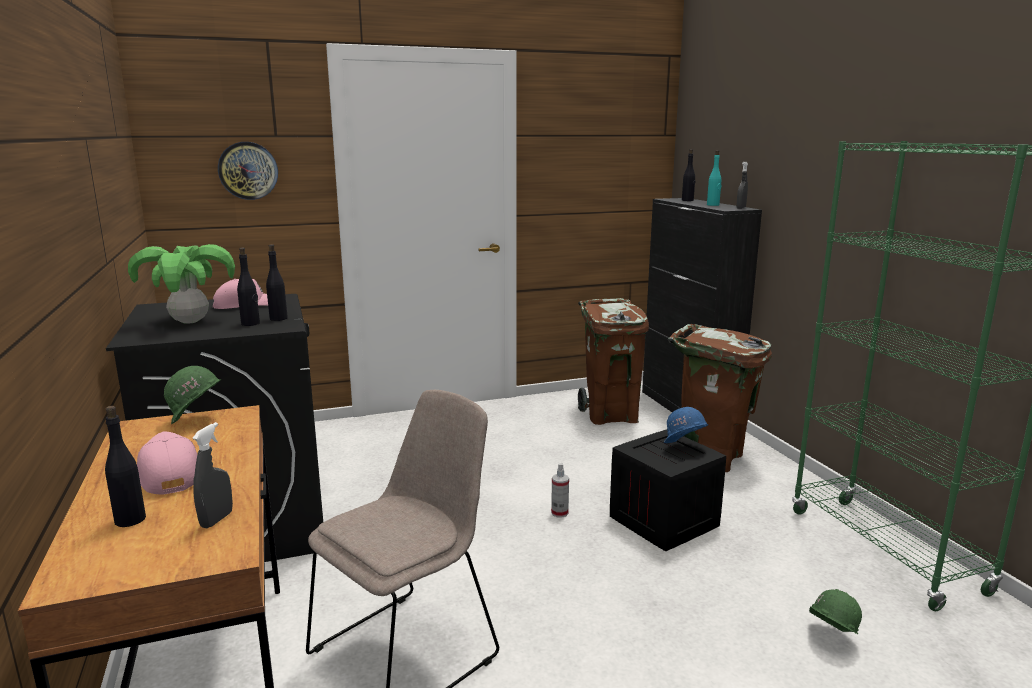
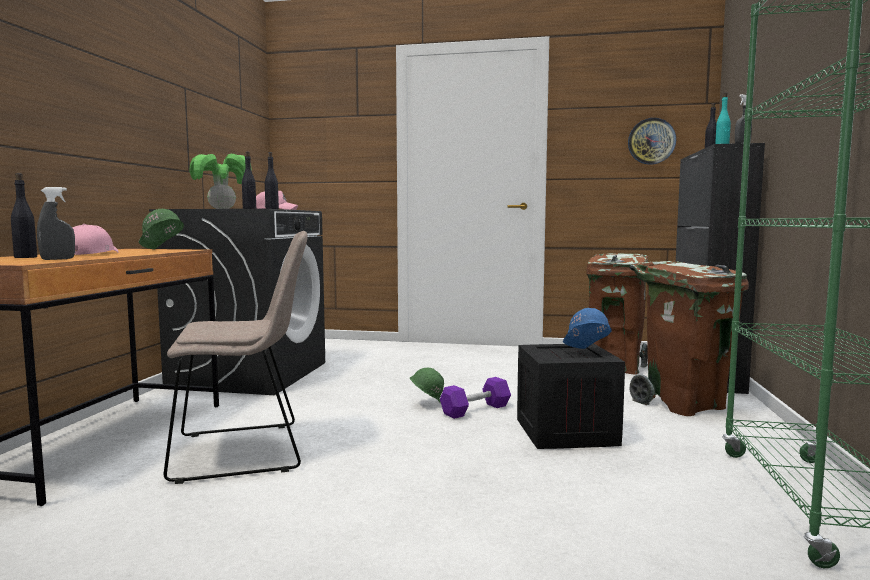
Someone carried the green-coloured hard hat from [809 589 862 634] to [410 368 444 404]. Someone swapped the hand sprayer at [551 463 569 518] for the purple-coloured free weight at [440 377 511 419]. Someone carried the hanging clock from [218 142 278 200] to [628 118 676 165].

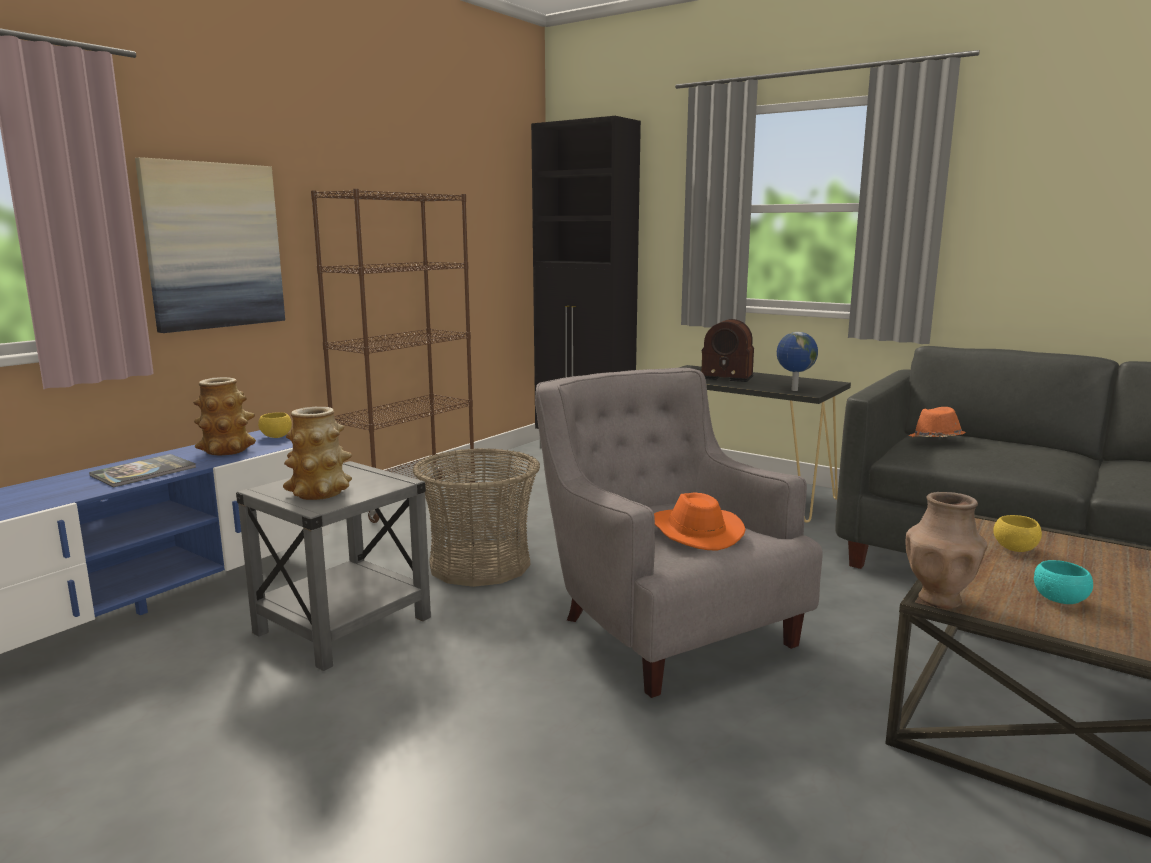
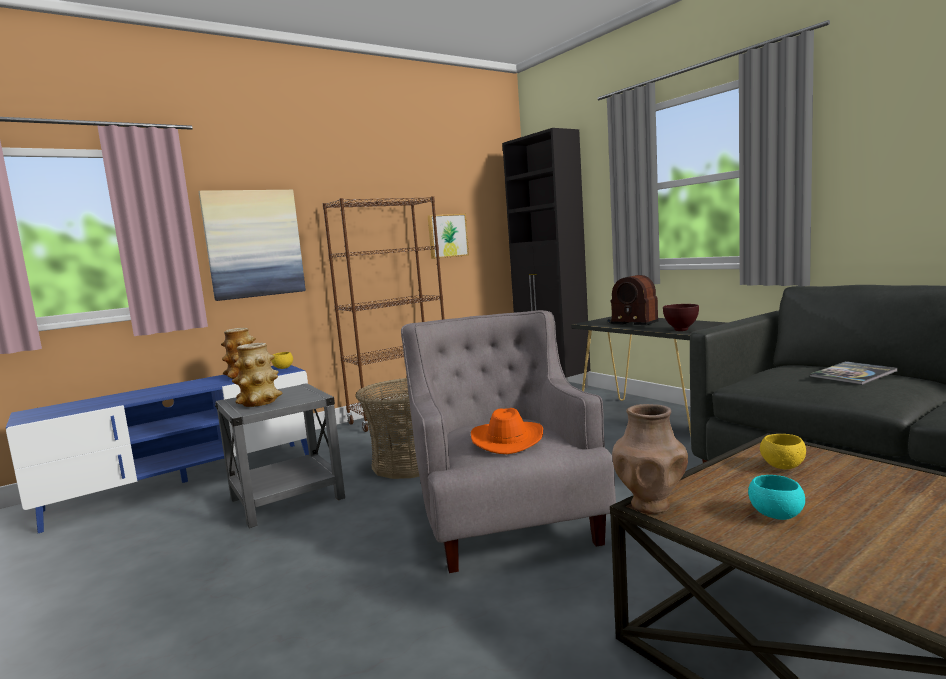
Someone put up the wall picture at [428 214 469 259]. Someone swapped the world globe at [777 332 818 391] for the brownish serving bowl at [663 304 699 331]. Someone carried the bound book from [89 454 196 487] to [810 361 897 385]. Someone took away the orange-coloured clothing hat at [909 407 966 437].

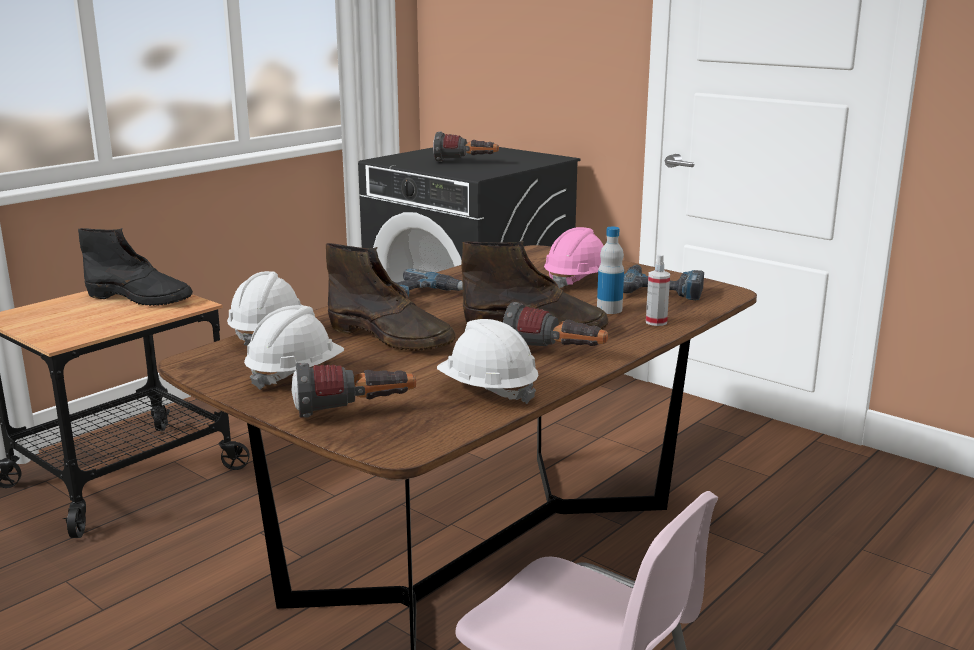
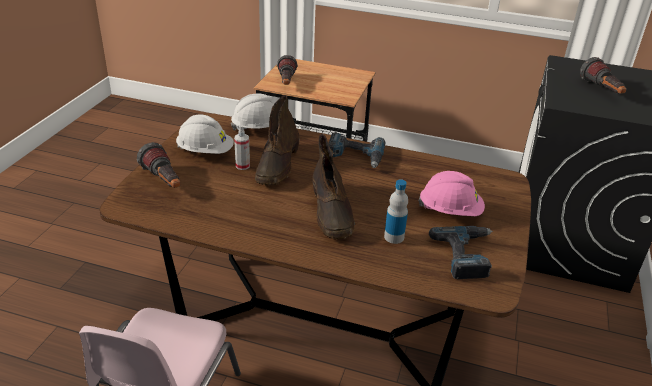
Someone carried the hand sprayer from [646 255 670 326] to [234 125 250 170]. Someone carried the flashlight from [503 302 608 346] to [277 55 298 85]. Someone took away the black tall boot at [78 228 193 306]. Someone took away the white hard hat at [437 319 539 404].

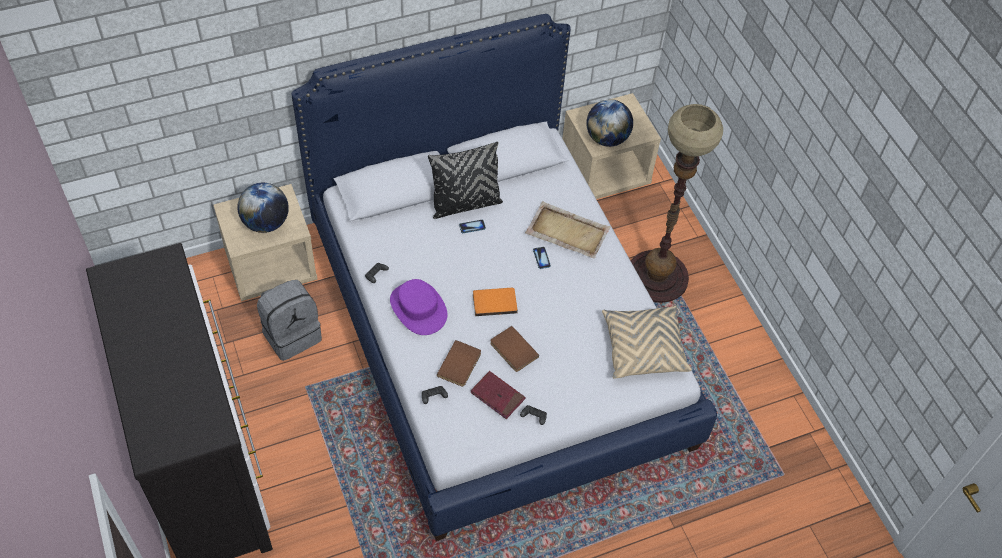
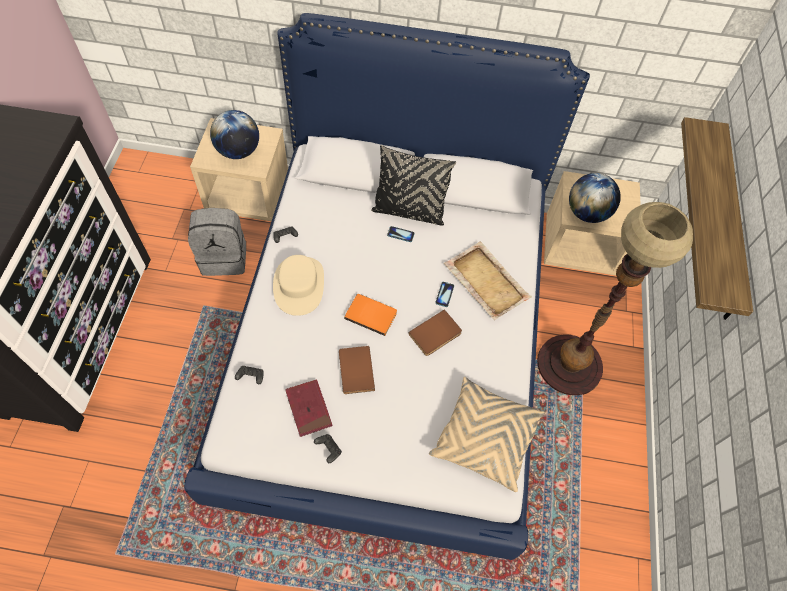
Someone repainted the purple-coloured clothing hat at [390 279 447 335], which became the beige-coloured clothing hat at [273 255 324 316]. Someone carried the brownish bound book from [437 340 481 387] to [408 309 462 356]. Someone put up the shelf at [681 117 753 320].

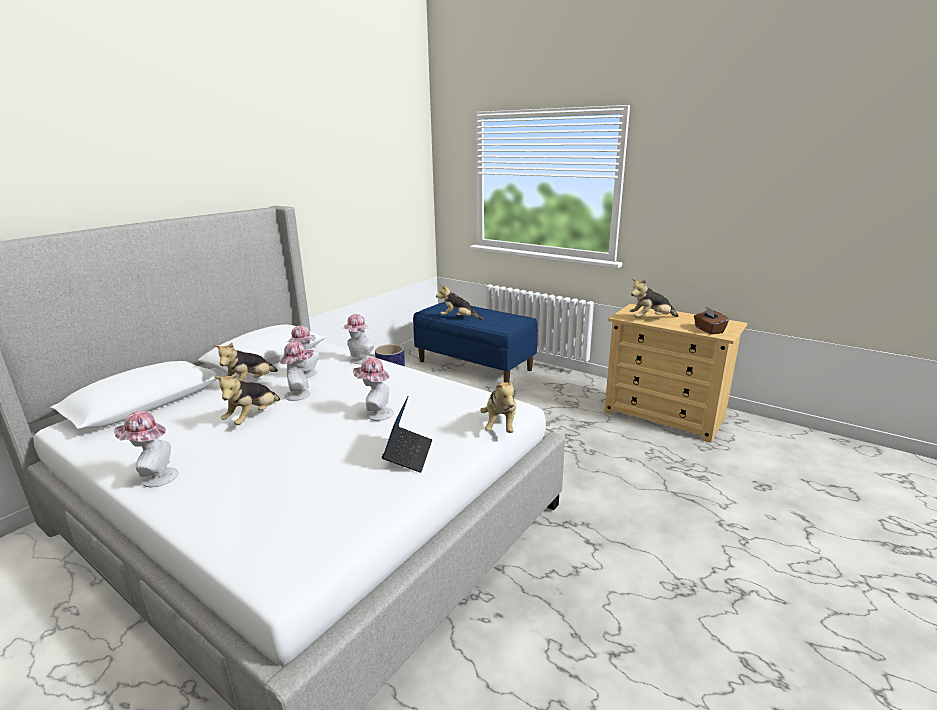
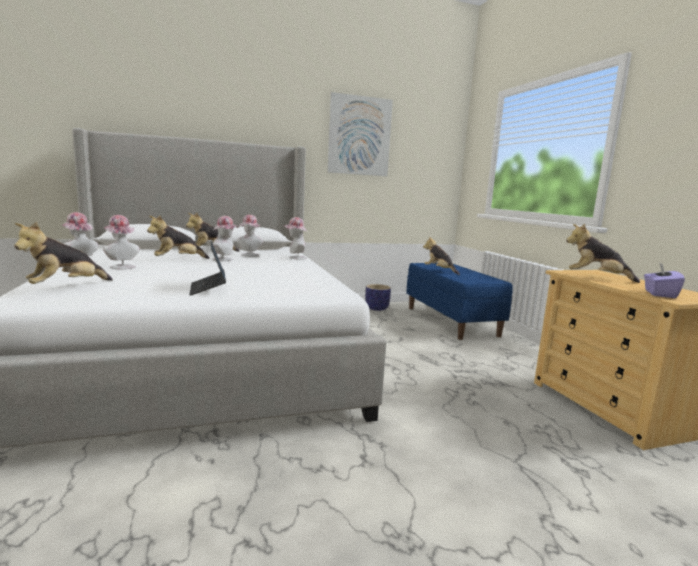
Someone carried the cuddly toy from [480 378 516 433] to [14 222 113 284]. Someone carried the clothing hat from [353 357 394 421] to [103 215 140 270]. Someone rotated the notebook computer at [382 396 432 473] by 120 degrees clockwise. Someone put up the wall picture at [327 92 393 176]. Someone repainted the brownish tissue box at [694 307 729 334], which became the purple-coloured tissue box at [644 262 685 298].

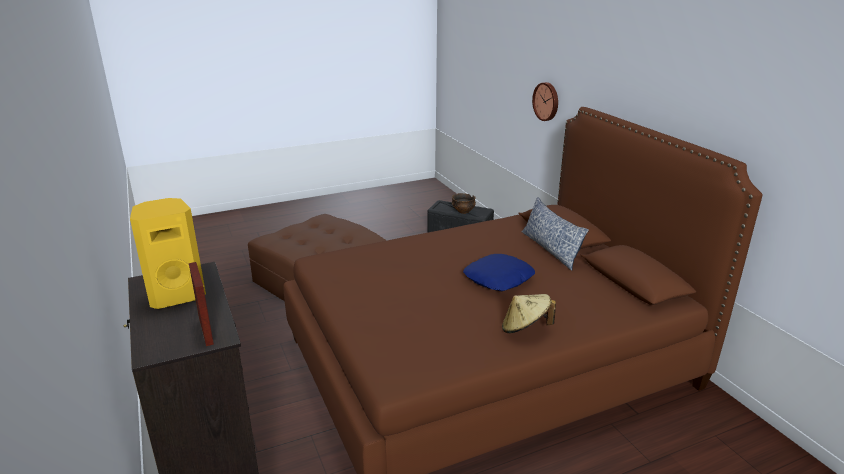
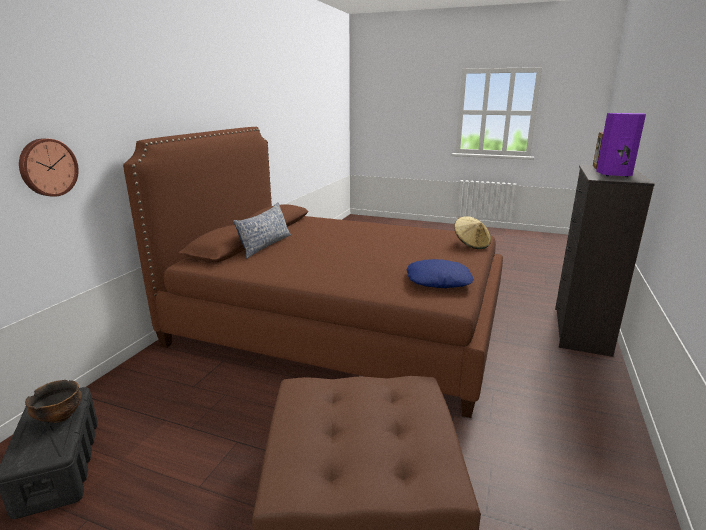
Someone carried the blue-coloured cushion from [463 254 535 291] to [406 259 474 288]. Someone carried the beige-coloured clothing hat from [502 294 556 333] to [454 216 491 249]. Someone repainted the yellowish speaker at [130 198 206 309], which became the purple-coloured speaker at [596 113 646 177].

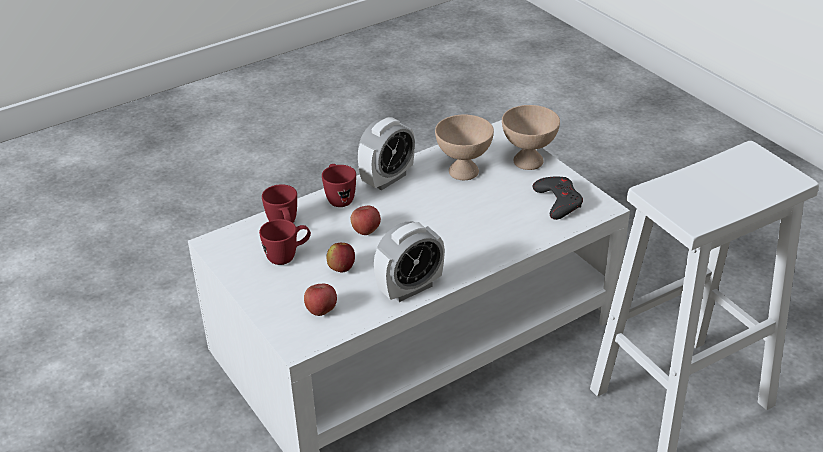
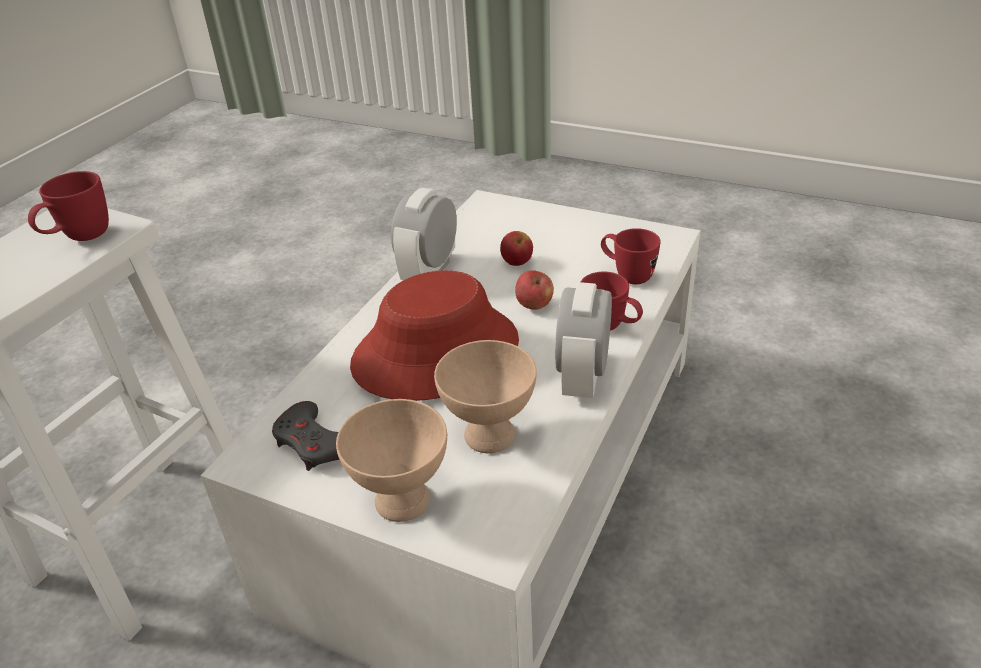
Someone carried the red-coloured coffee mug from [259 219 311 265] to [28 171 109 241]. Someone put down the red-coloured clothing hat at [350 270 519 401]. Someone took away the apple fruit at [304 284 337 316].

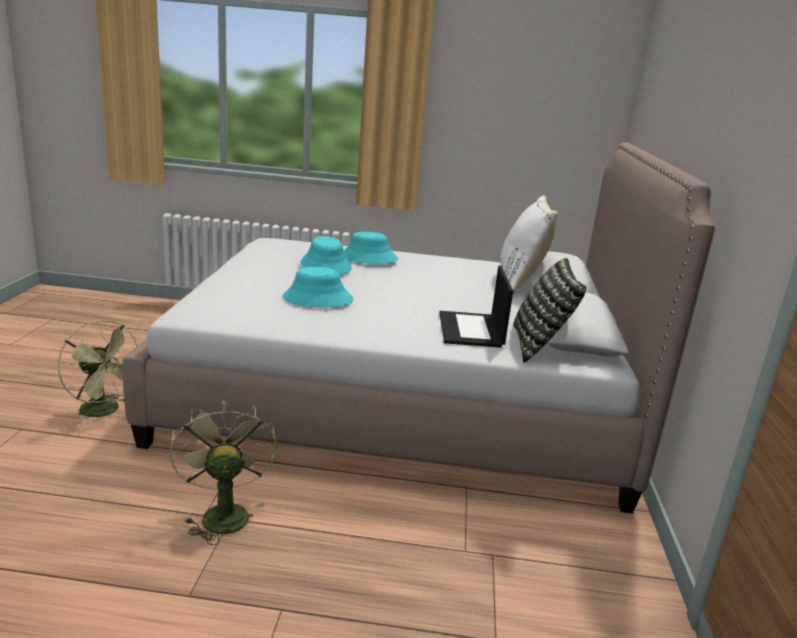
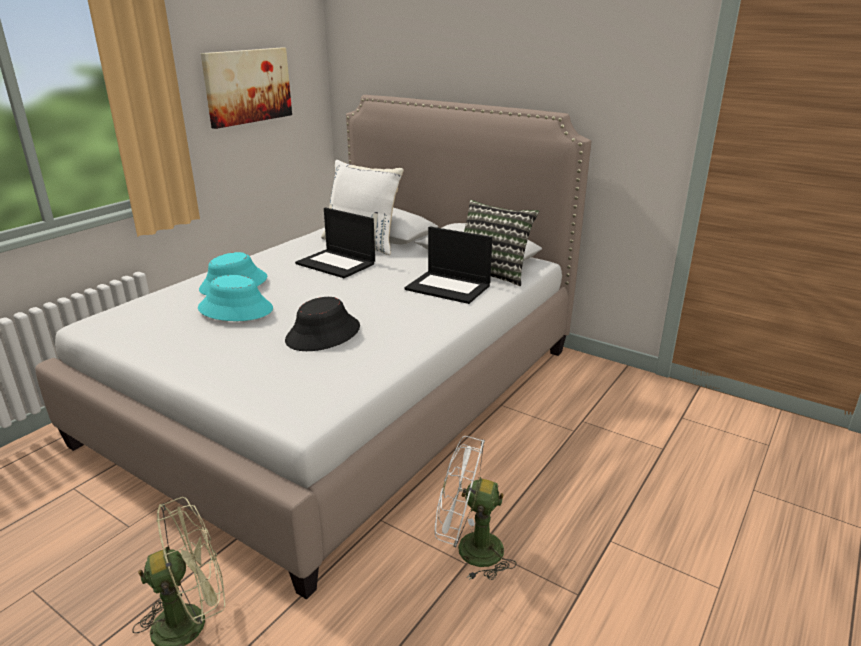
Someone put up the wall picture at [201 48 292 129]. Someone repainted the turquoise clothing hat at [282 267 353 307], which became the black clothing hat at [285 297 360 351]. Someone put down the notebook computer at [295 207 375 278]. Someone repainted the green-coloured fan at [170 400 277 545], which became the white fan at [435 436 517 580].

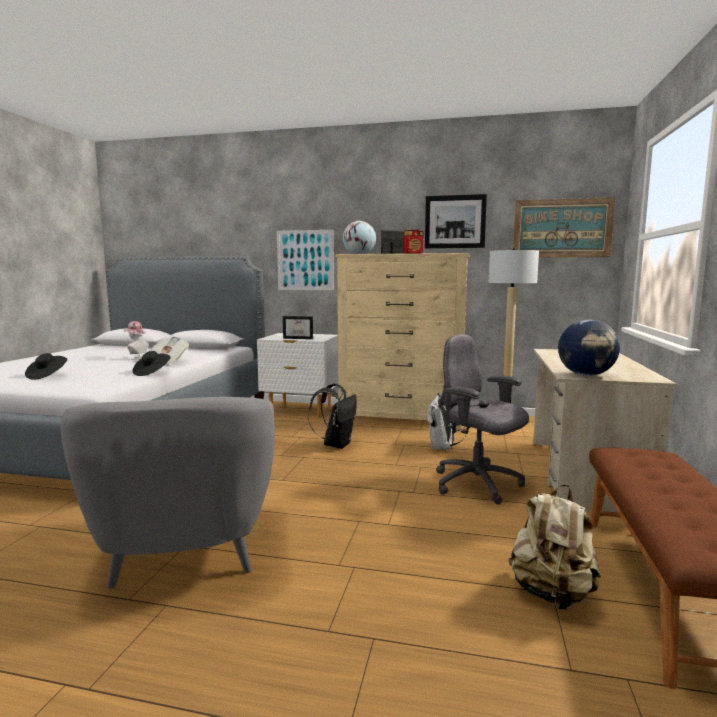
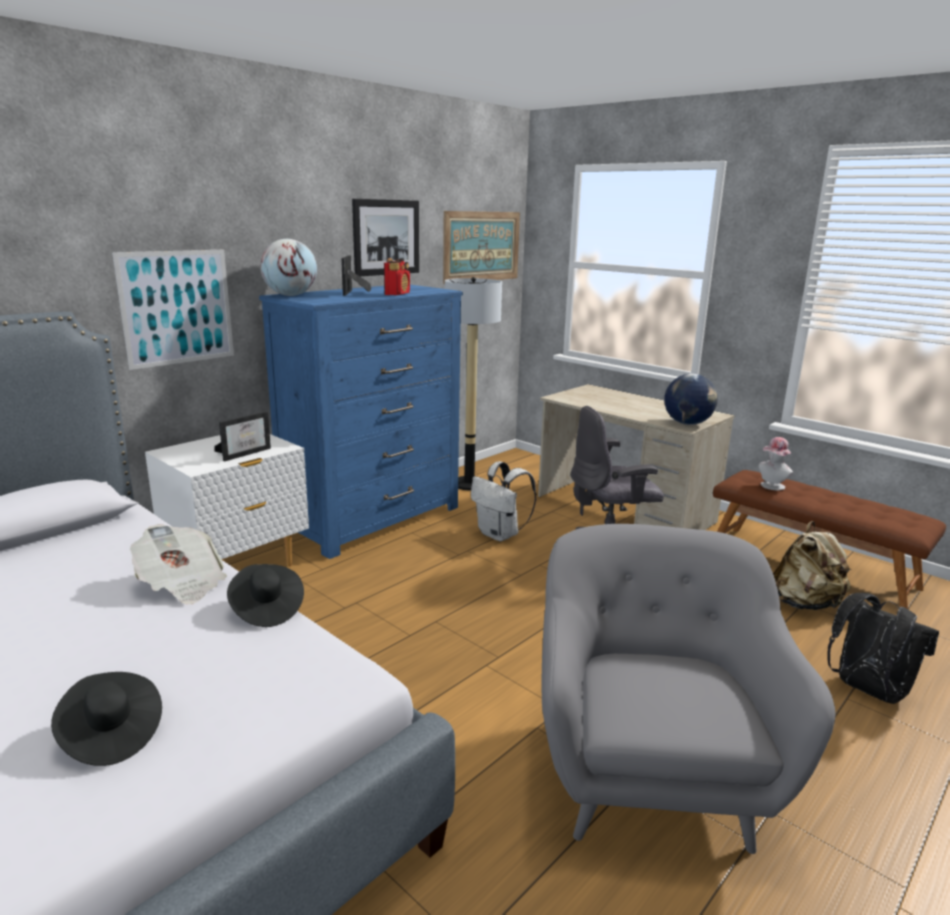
Someone repainted the beige-coloured dresser at [336 253 469 429], which became the blue-coloured dresser at [259 285 463 559]. Someone rotated the grey easy chair at [61 397 275 588] by 105 degrees counterclockwise. Someone carried the clothing hat from [124 321 149 360] to [759 437 793 491]. Someone carried the black rucksack from [308 384 357 449] to [828 593 939 704].

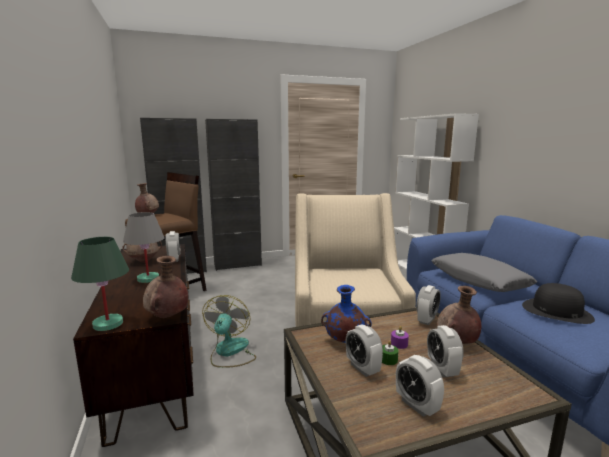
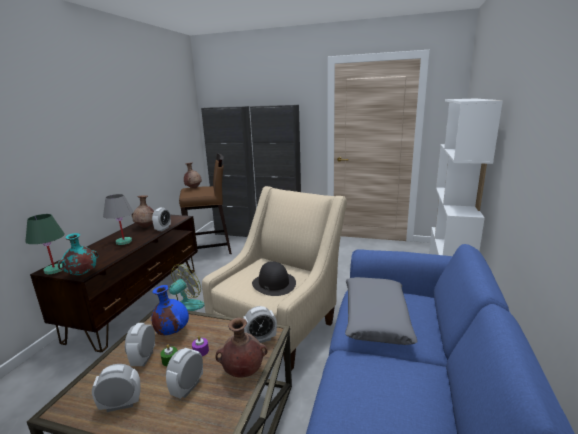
Someone repainted the brownish vase at [143 256 188 318], which became the turquoise vase at [58 233 98 275]. Someone rotated the bedside clock at [396 355 444 417] by 75 degrees clockwise. Someone carried the black clothing hat from [522 283 595 324] to [252 261 296 296].

